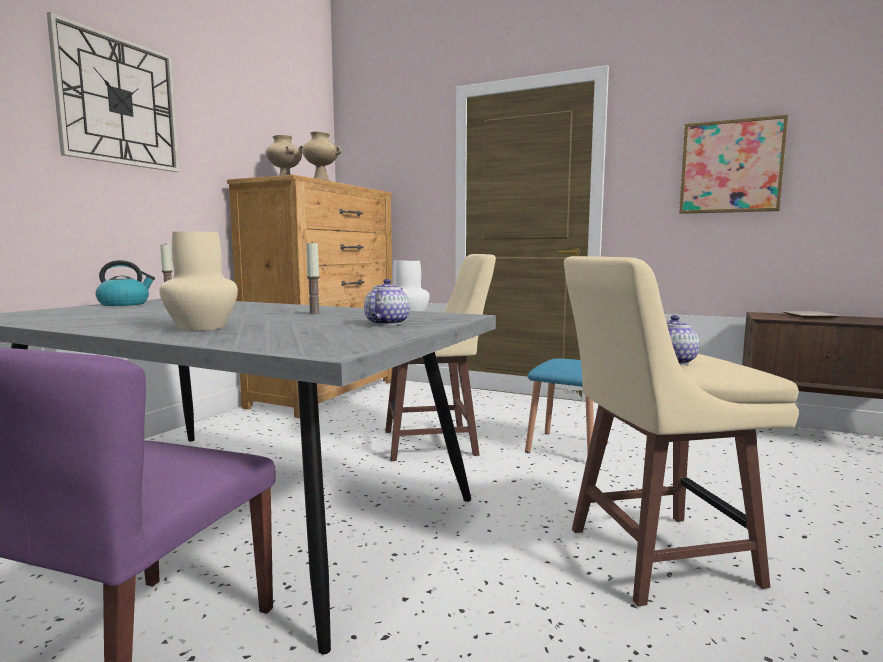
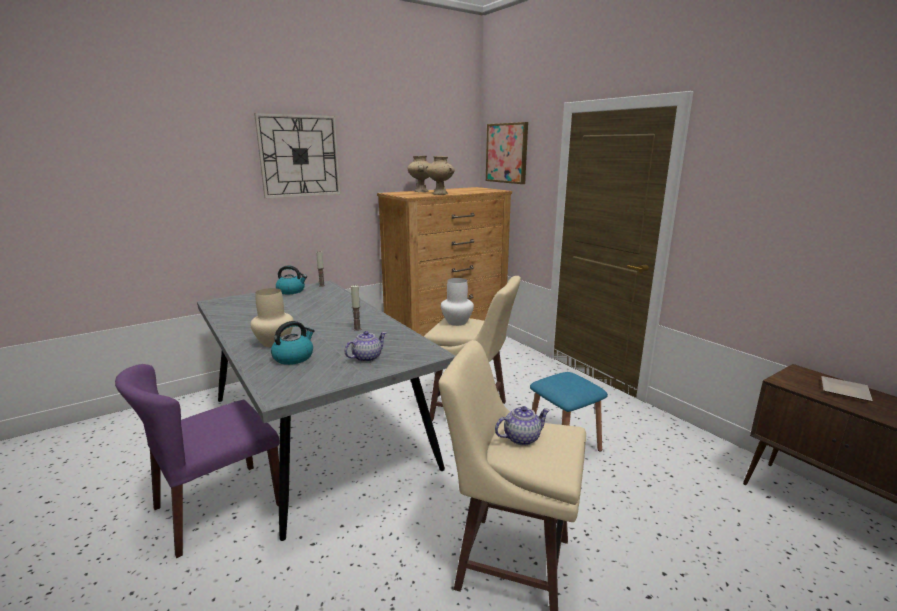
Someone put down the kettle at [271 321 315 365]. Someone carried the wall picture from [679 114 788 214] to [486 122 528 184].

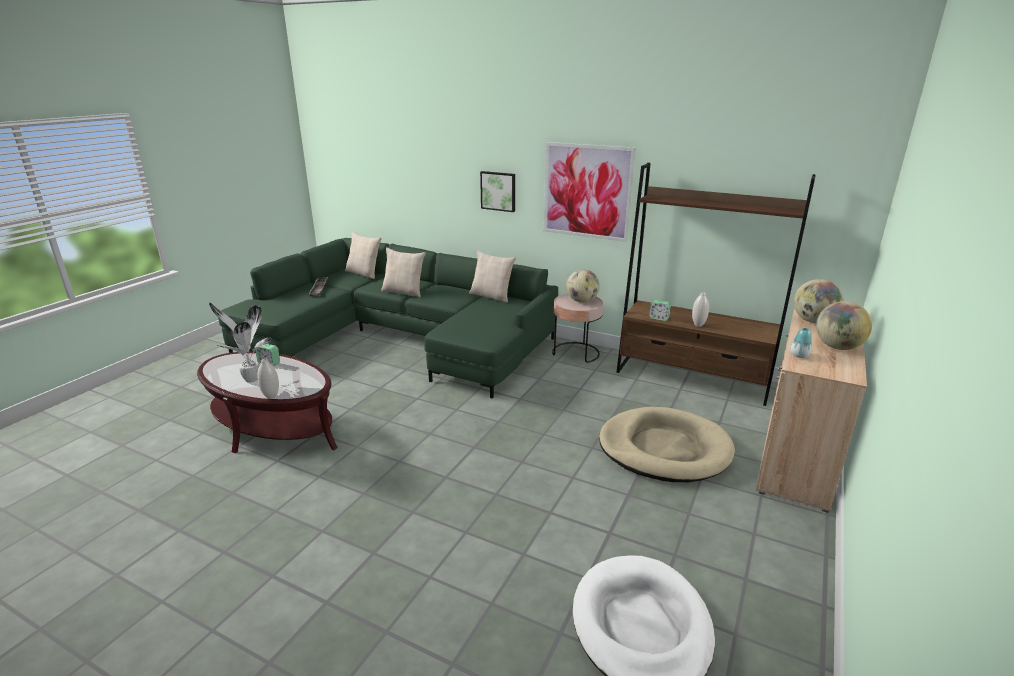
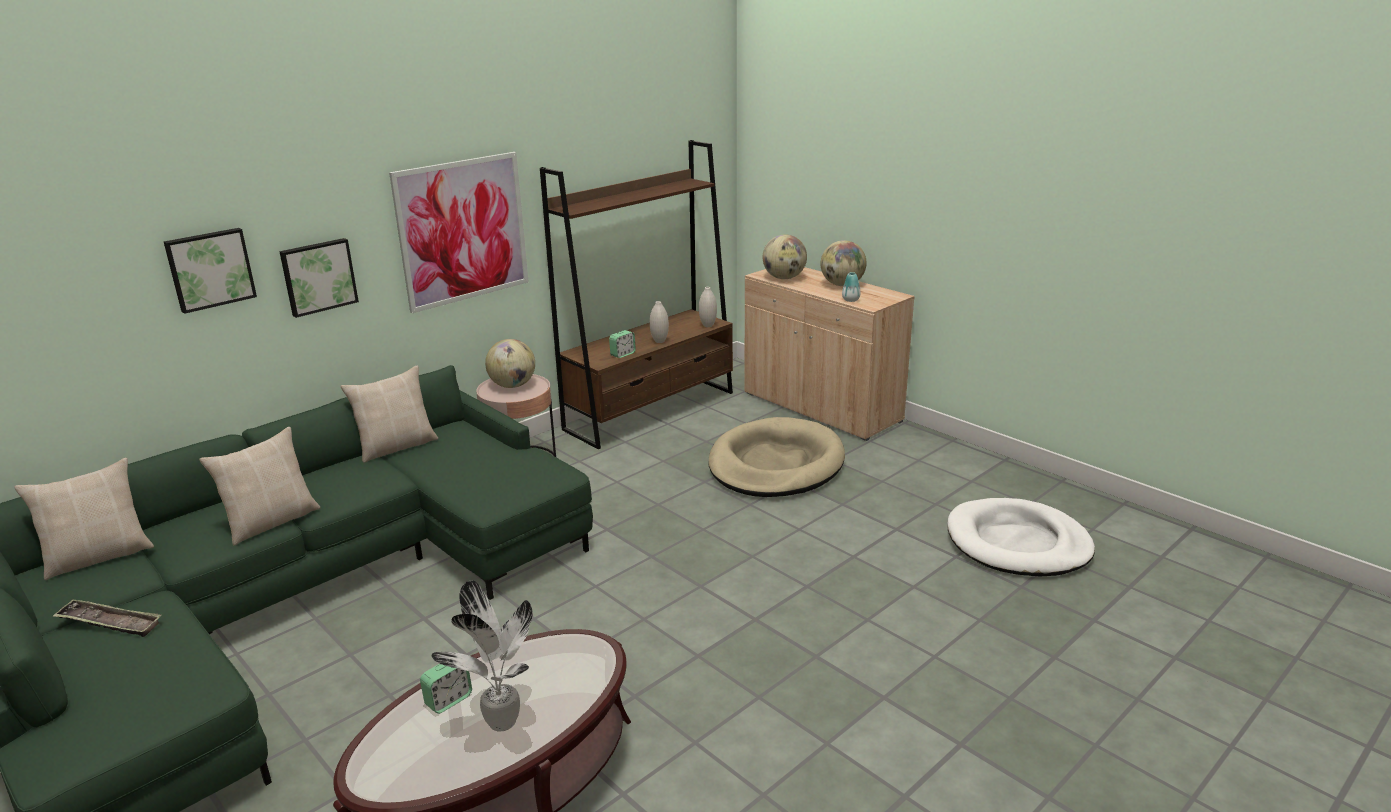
Someone put up the wall picture at [164 228 257 314]. Someone carried the white vase from [257 359 279 399] to [699 287 717 327].

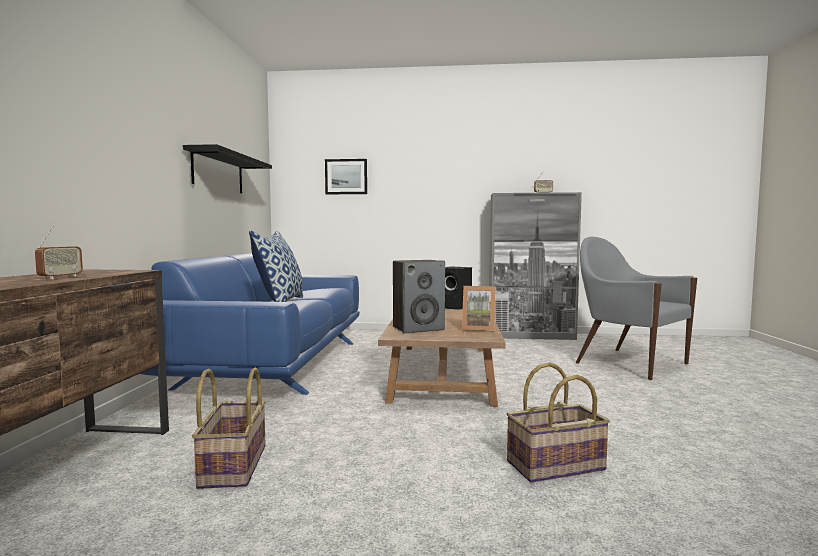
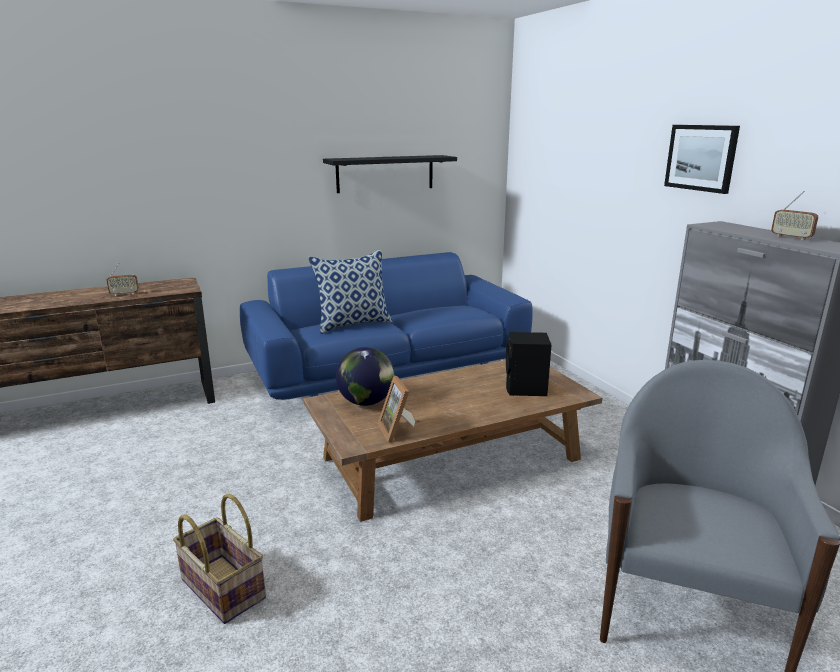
Someone swapped the speaker at [393 260 445 333] for the world globe at [336 347 395 406]. Someone carried the wall picture from [325 159 367 194] to [664 125 740 194]. Someone took away the basket at [192 367 266 489].

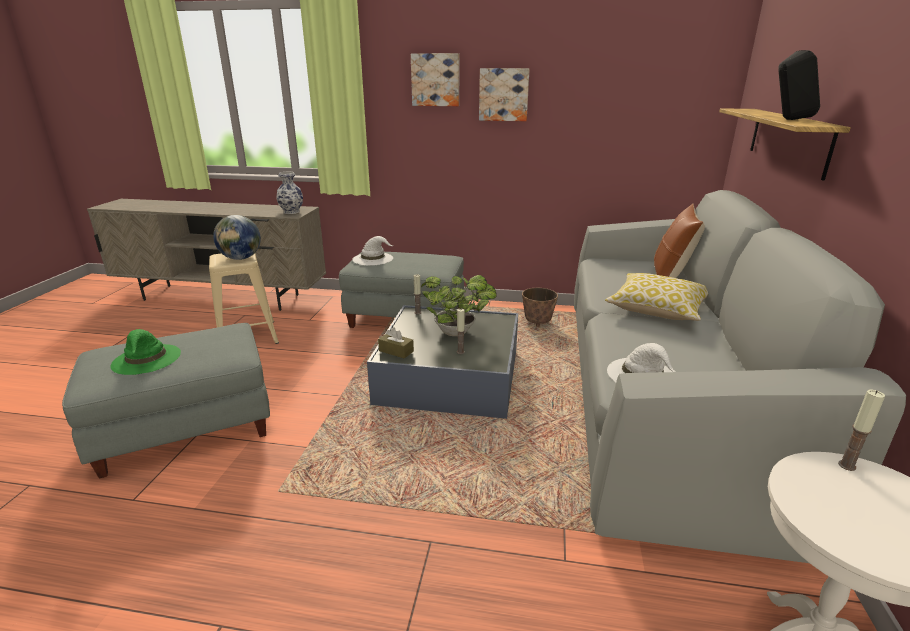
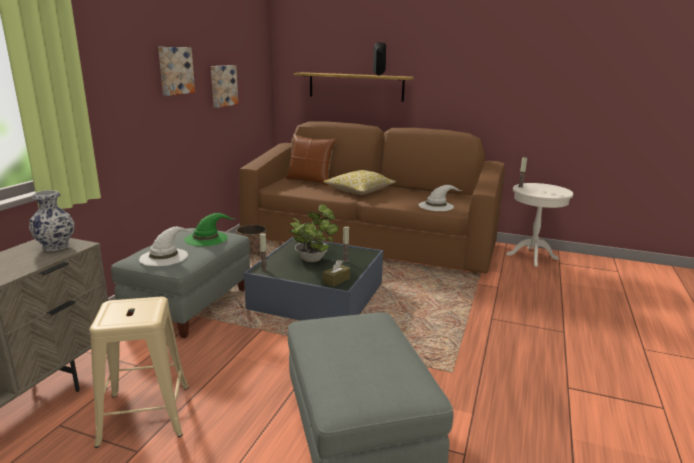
Someone carried the green-coloured clothing hat from [110 329 181 375] to [184 213 236 246]. Someone carried the wall picture from [411 53 459 106] to [211 65 238 108]. Someone repainted the grey settee at [574 190 906 563], which became the brownish settee at [239 121 505 274]. Someone took away the world globe at [213 215 261 260].

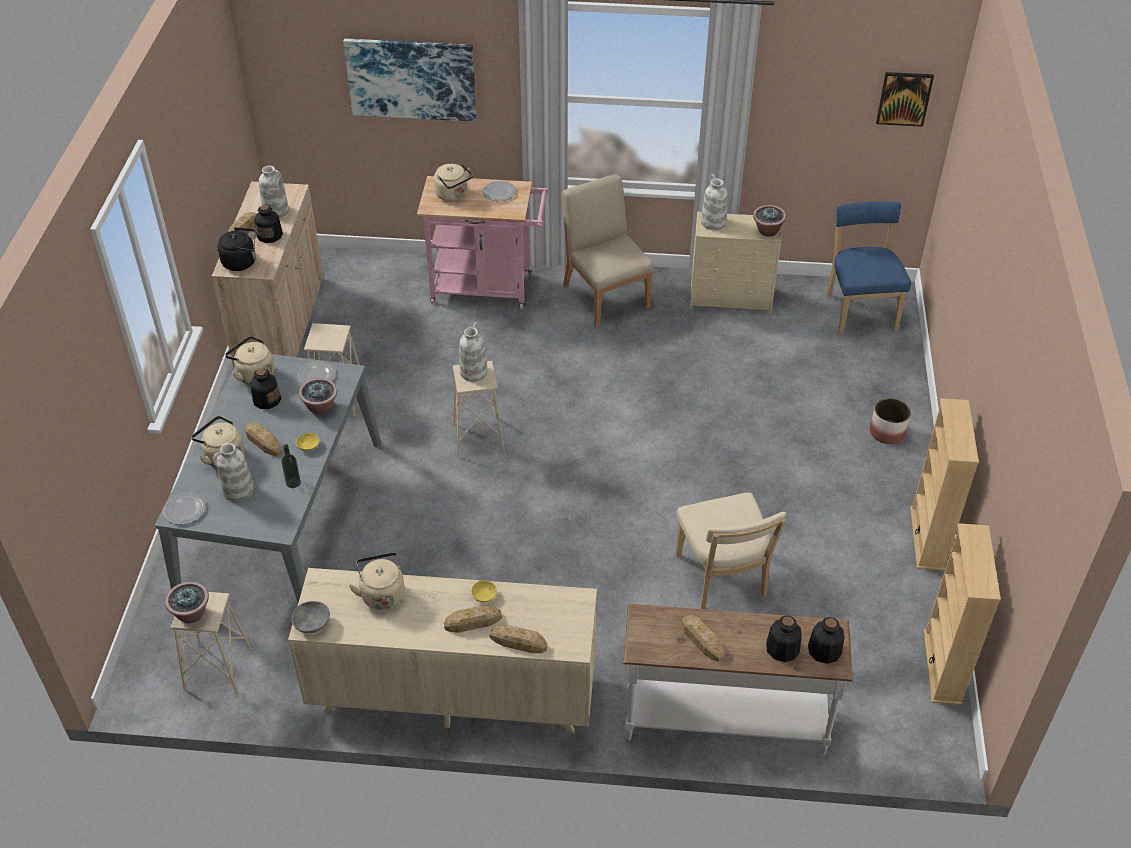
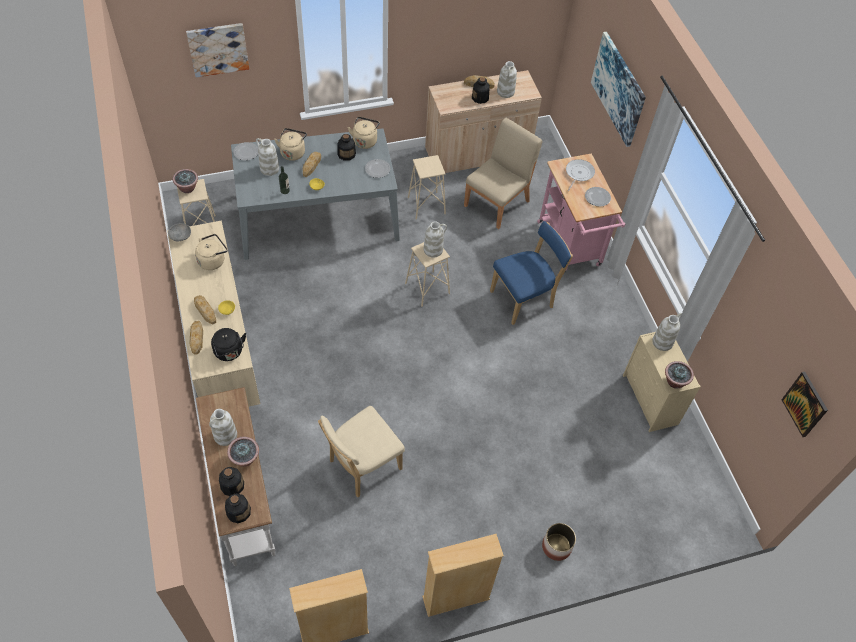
Someone put up the wall picture at [186 23 249 78]. Someone swapped the bakery bread at [682 615 724 662] for the white vase at [209 409 237 446]. Someone carried the black kettle from [218 227 256 271] to [211 328 246 361]. Someone carried the potted plant from [299 378 337 415] to [227 437 259 467]. Someone carried the beige-coloured upright chair from [562 174 654 326] to [464 118 543 229]. Someone carried the blue-coloured upright chair from [826 201 911 335] to [490 221 573 325]. Someone swapped the beige-coloured kettle at [434 164 473 202] for the frying pan at [566 159 595 191].

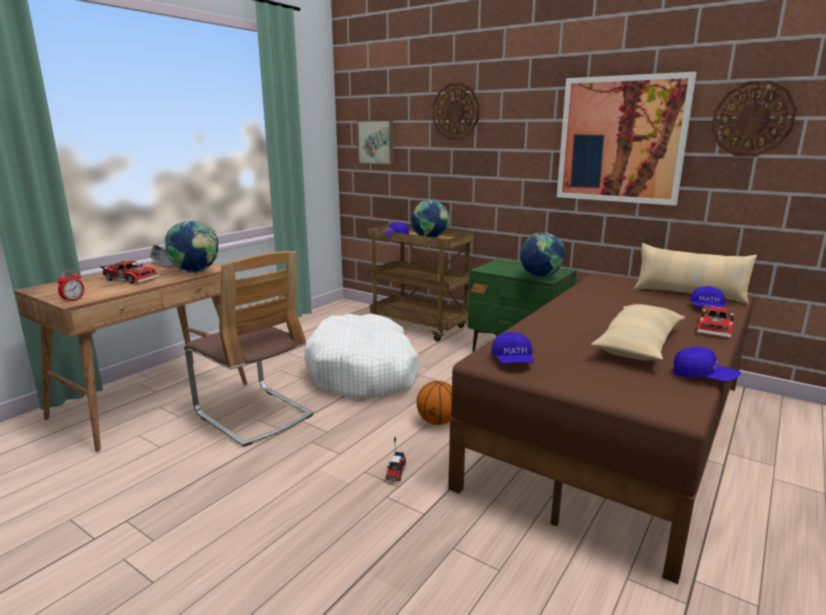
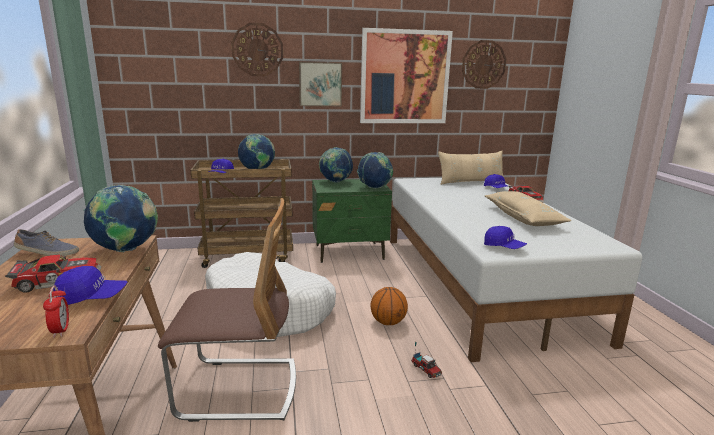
Someone carried the blue-coloured cap from [672 347 741 381] to [53 266 127 305]. Someone carried the wall picture from [357 120 394 165] to [299 62 342 106]. Someone put down the world globe at [319 147 353 183]. Someone repainted the brownish bed at [448 273 754 584], which became the white bed at [390 178 643 362].

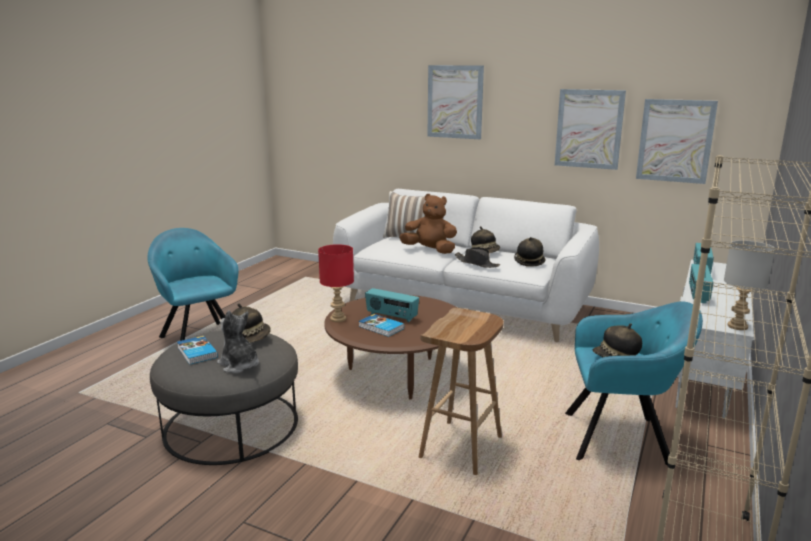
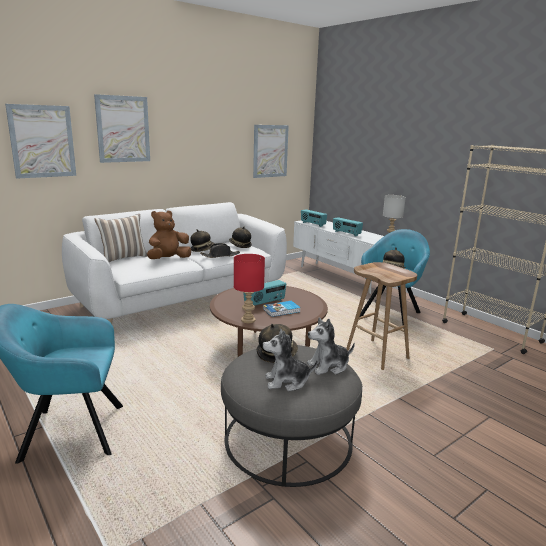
Someone carried the wall picture from [555 89 626 170] to [5 104 76 179]. Someone swapped the bound book at [177 336 218 365] for the cuddly toy at [262 328 318 391].

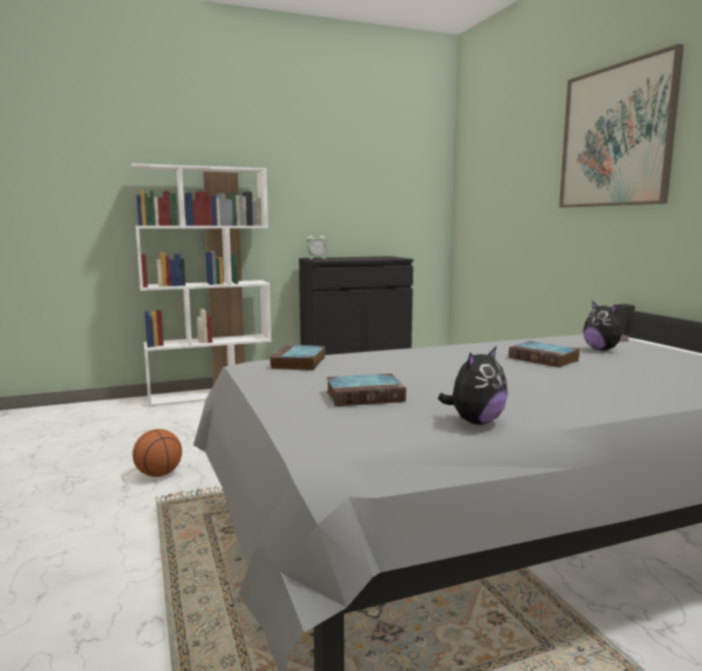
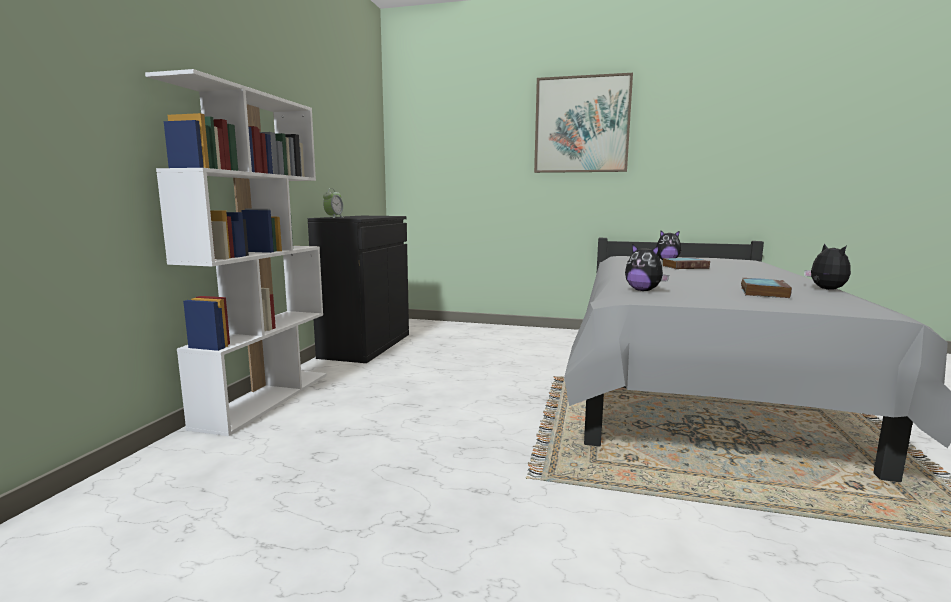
Someone swapped the bound book at [270 345 326 371] for the cuddly toy at [625 244 669 291]. Someone took away the ball for basketball at [133 429 182 477].

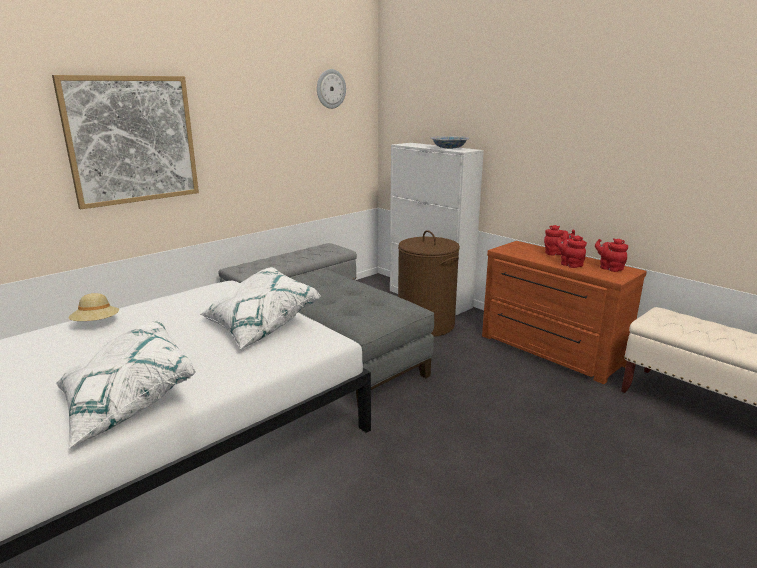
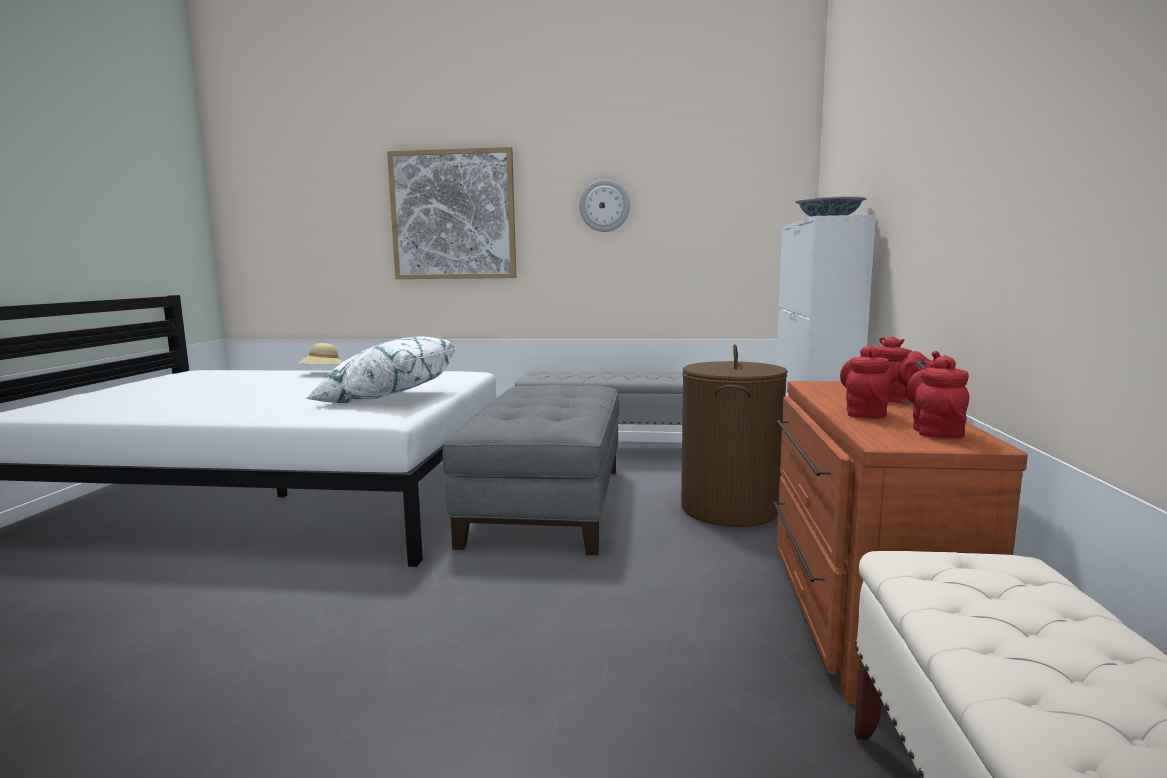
Someone carried the hanging clock from [317 69 346 109] to [580 179 630 232]. Someone took away the white cushion at [56 321 196 449].

